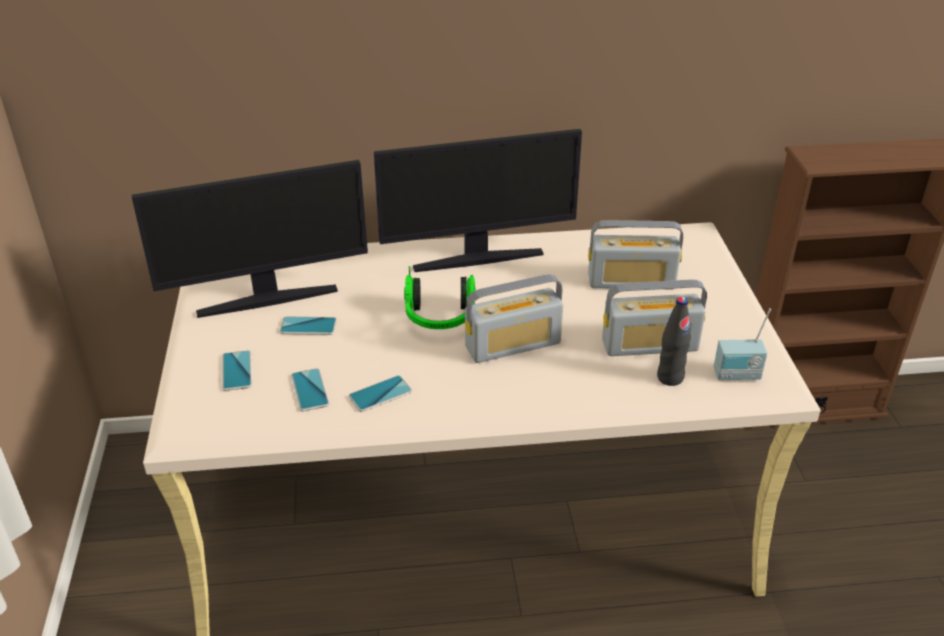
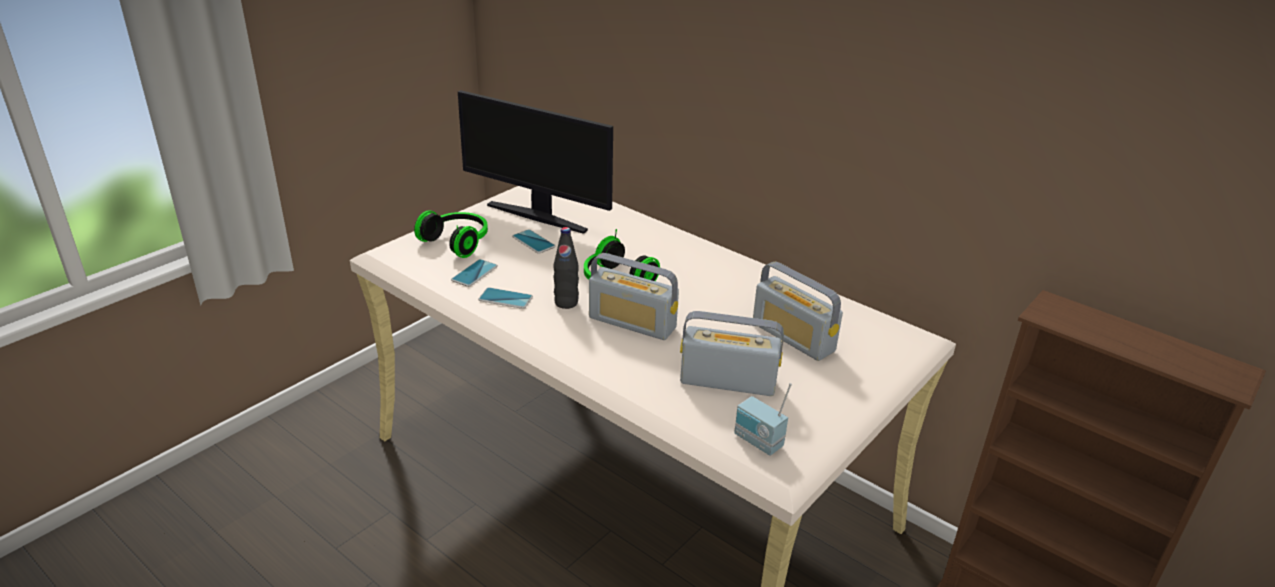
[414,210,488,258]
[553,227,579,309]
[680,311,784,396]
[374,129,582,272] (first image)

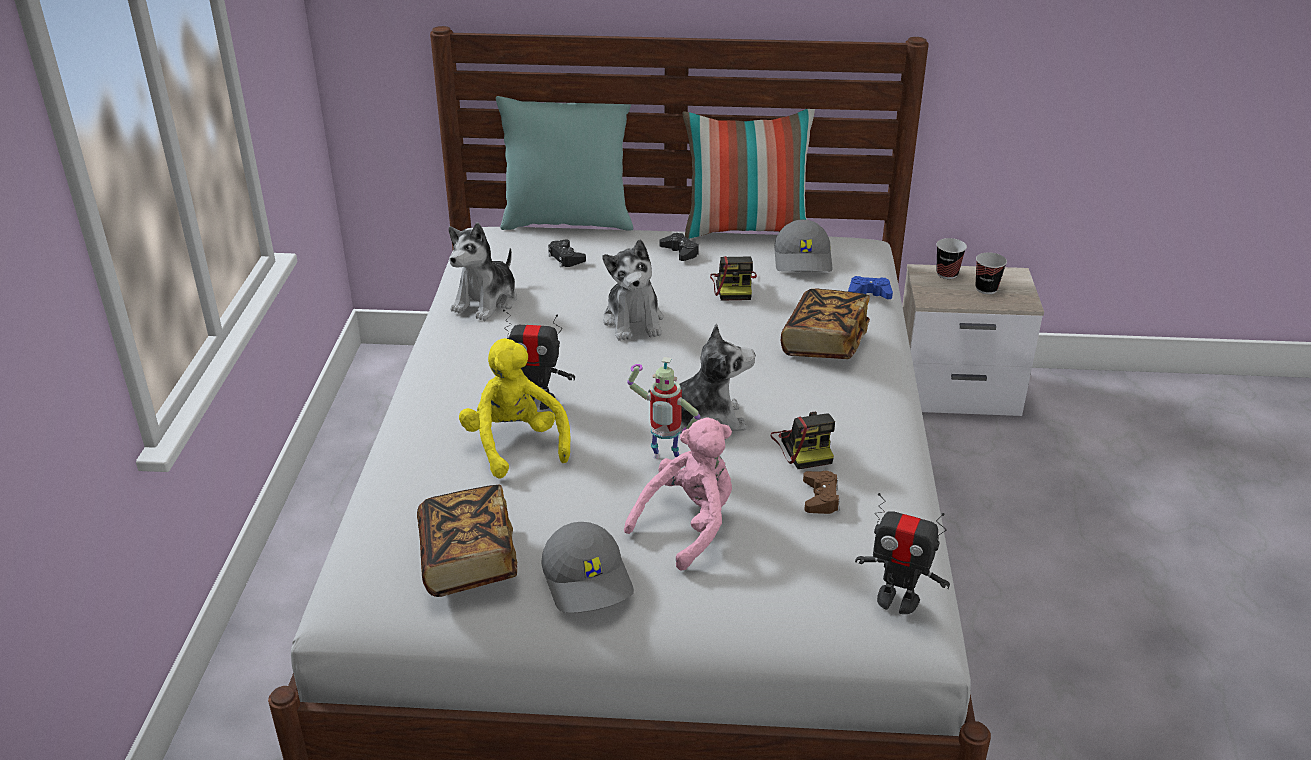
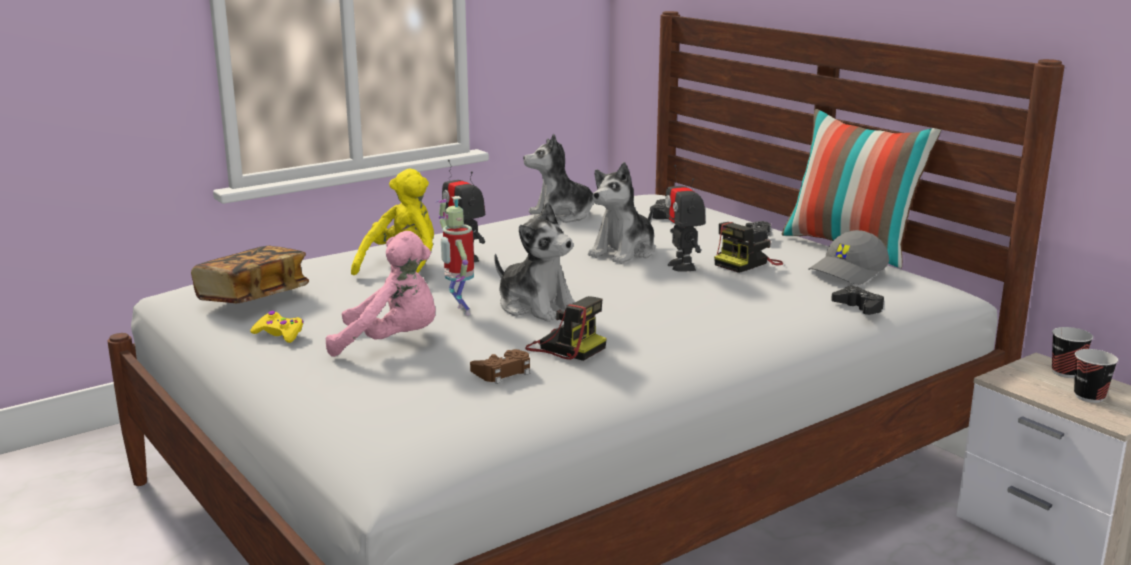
[250,311,303,343]
[525,296,607,361]
[665,165,705,272]
[831,286,884,315]
[496,96,633,231] (first image)
[781,289,870,359] (first image)

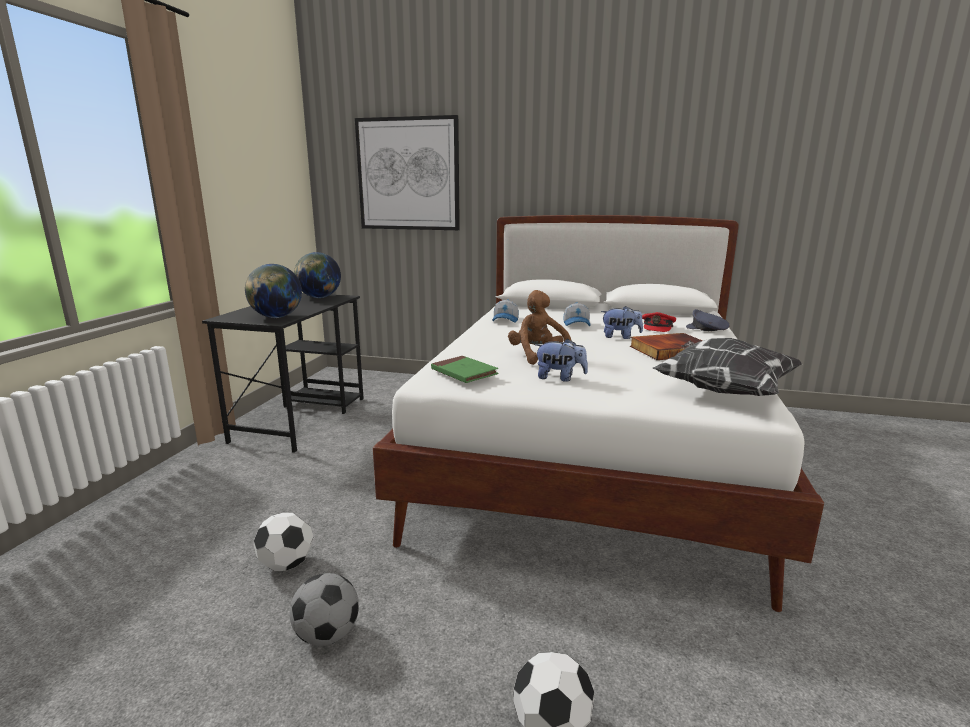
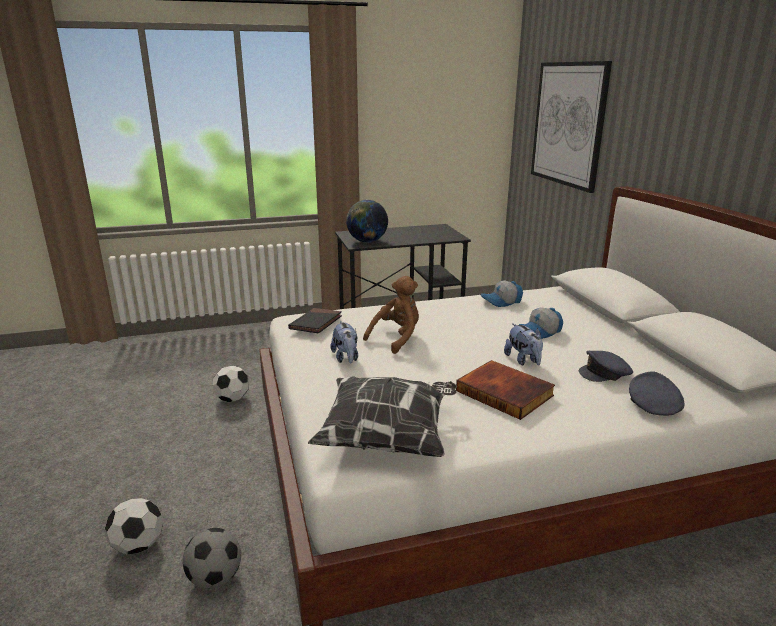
[183,528,241,589]
[288,308,342,334]
[579,351,633,382]
[294,252,341,298] (first image)

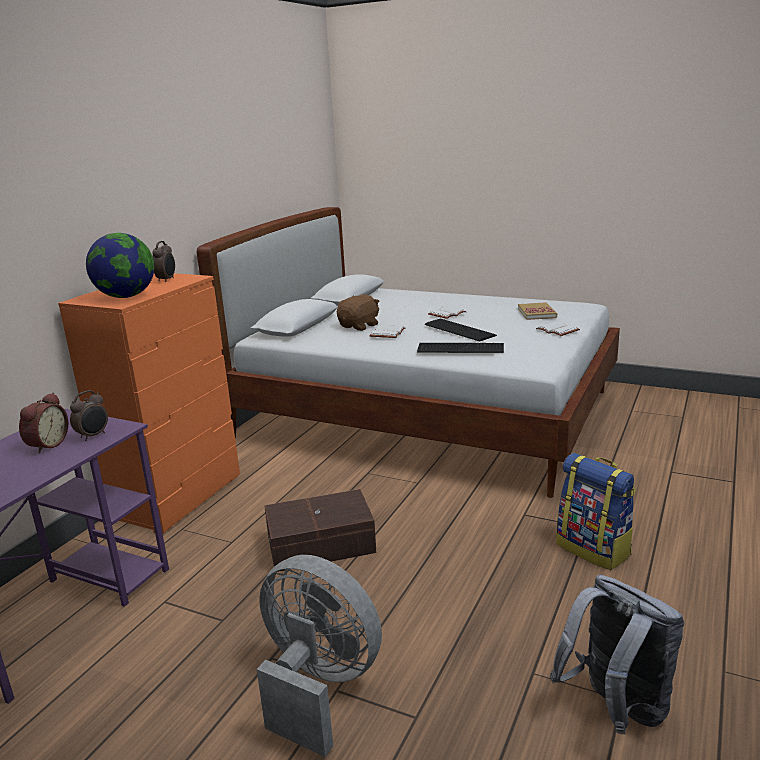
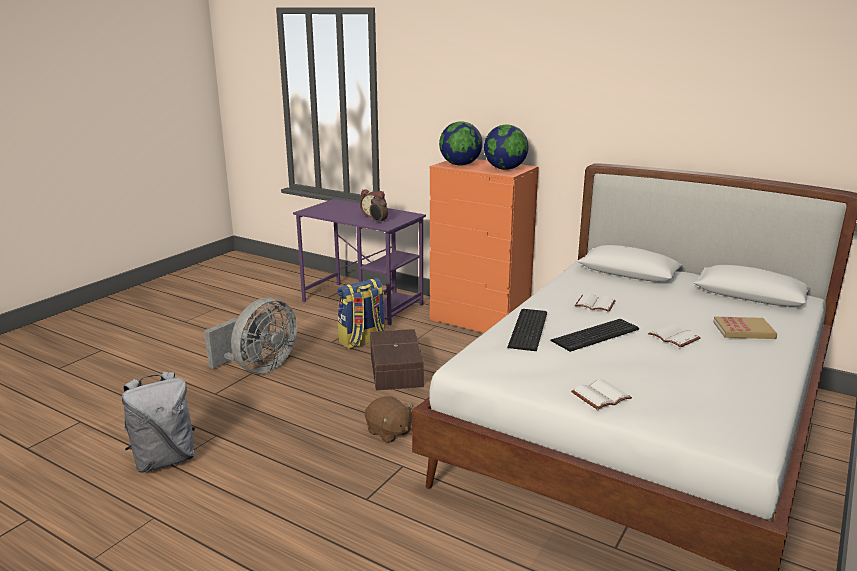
[337,278,385,349]
[365,396,413,443]
[484,125,529,170]
[713,316,777,339]

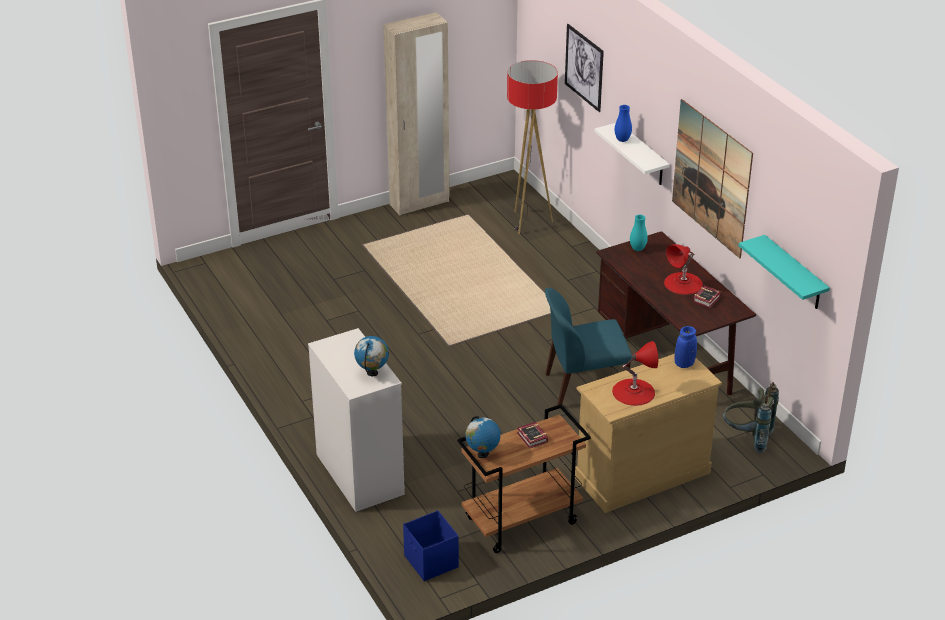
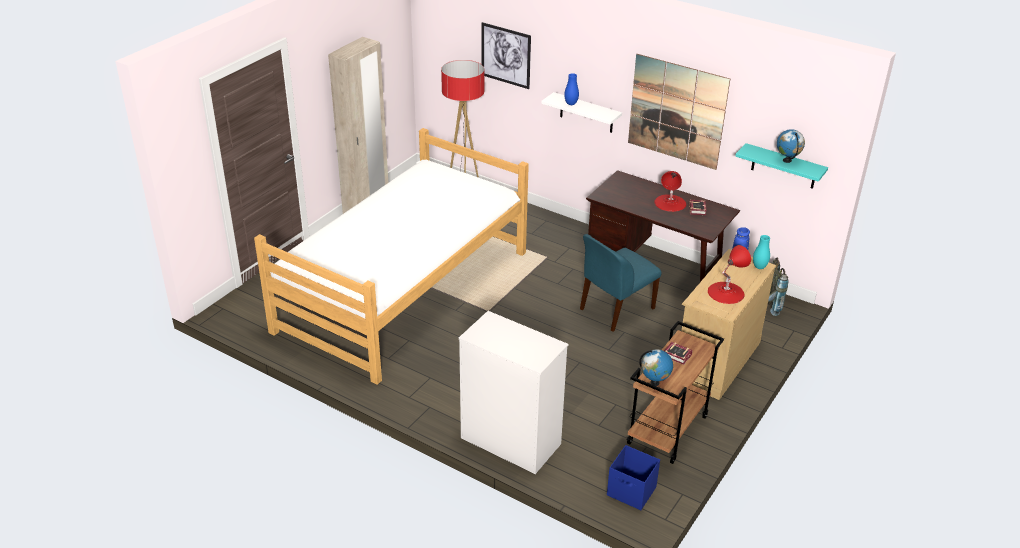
[254,128,529,385]
[753,235,770,269]
[777,129,805,163]

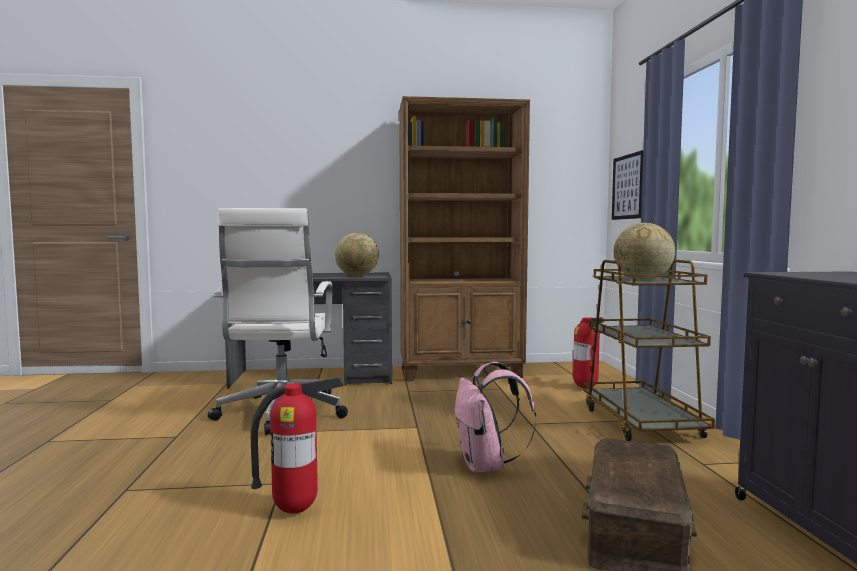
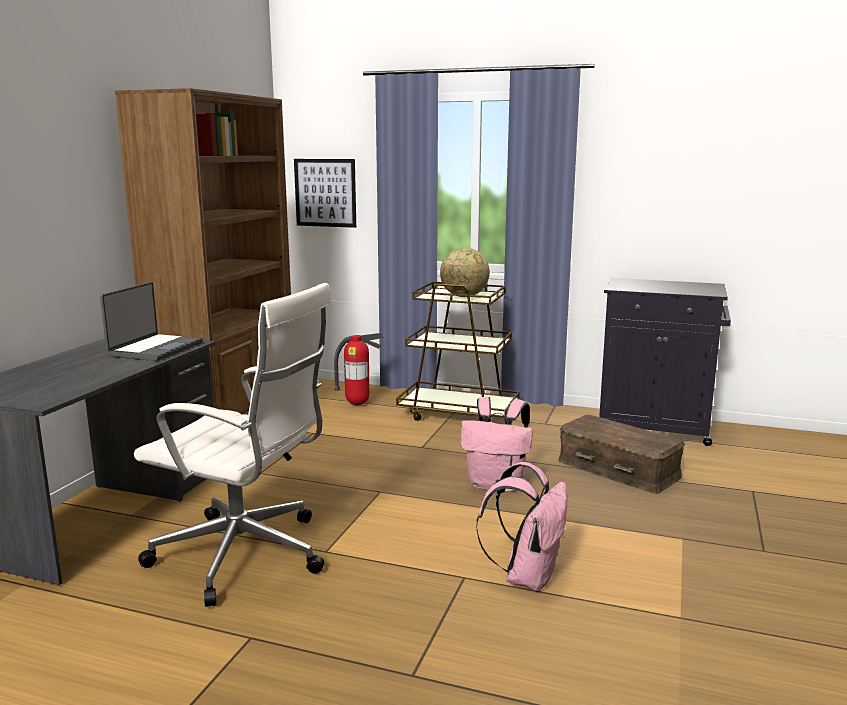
[100,282,203,361]
[476,462,567,591]

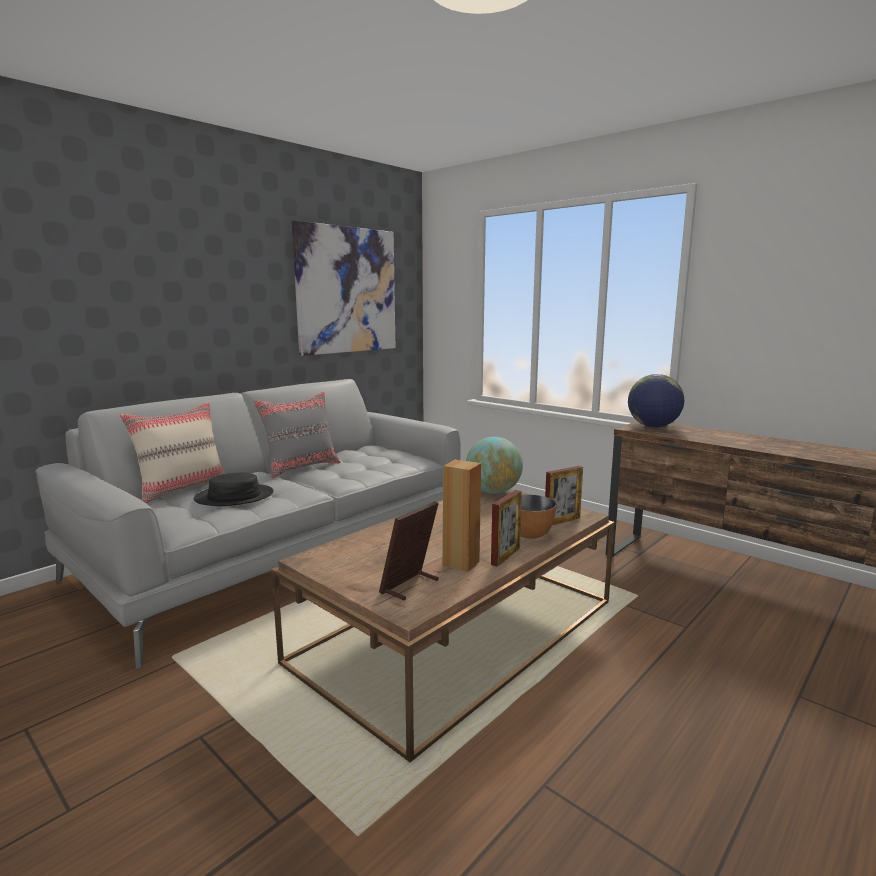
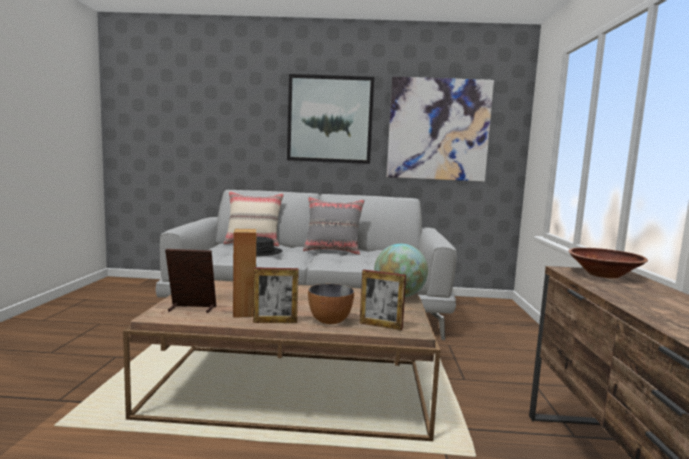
[287,74,374,164]
[568,248,648,278]

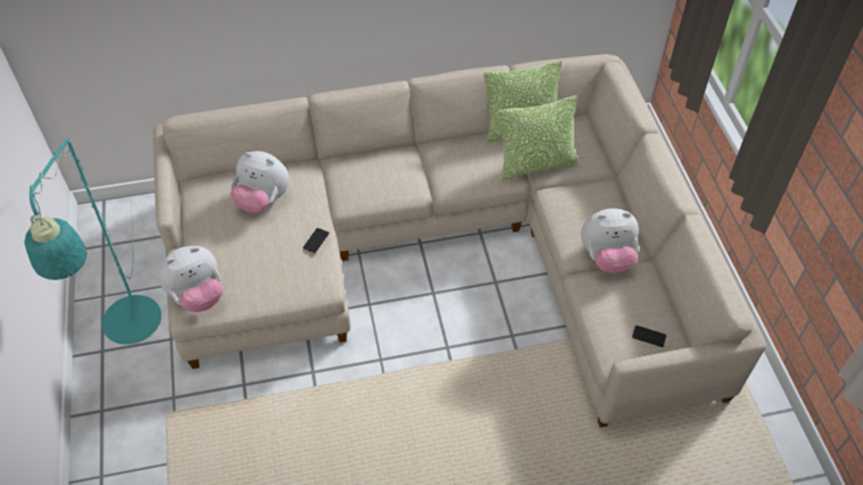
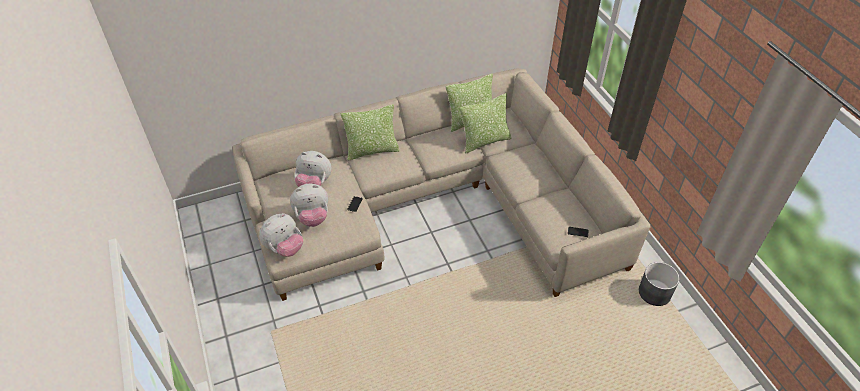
[290,184,328,227]
[341,104,400,161]
[639,262,680,306]
[24,138,161,344] (first image)

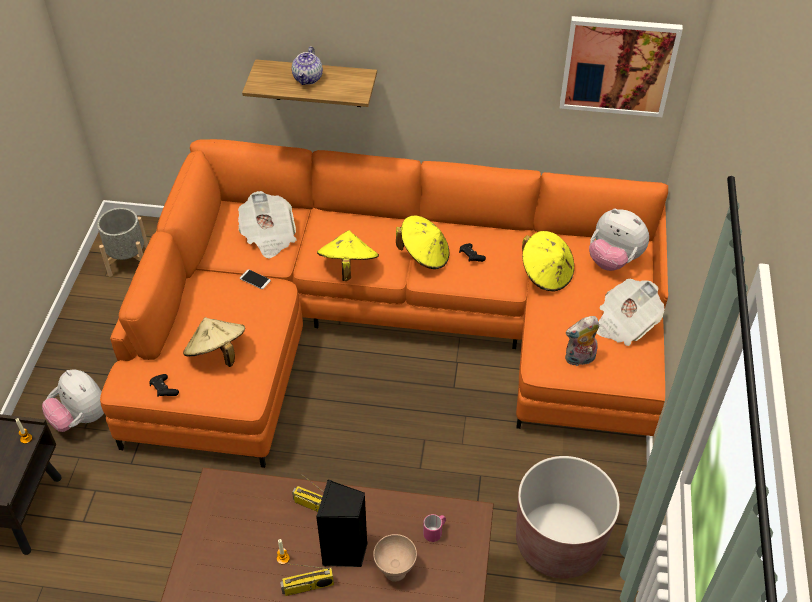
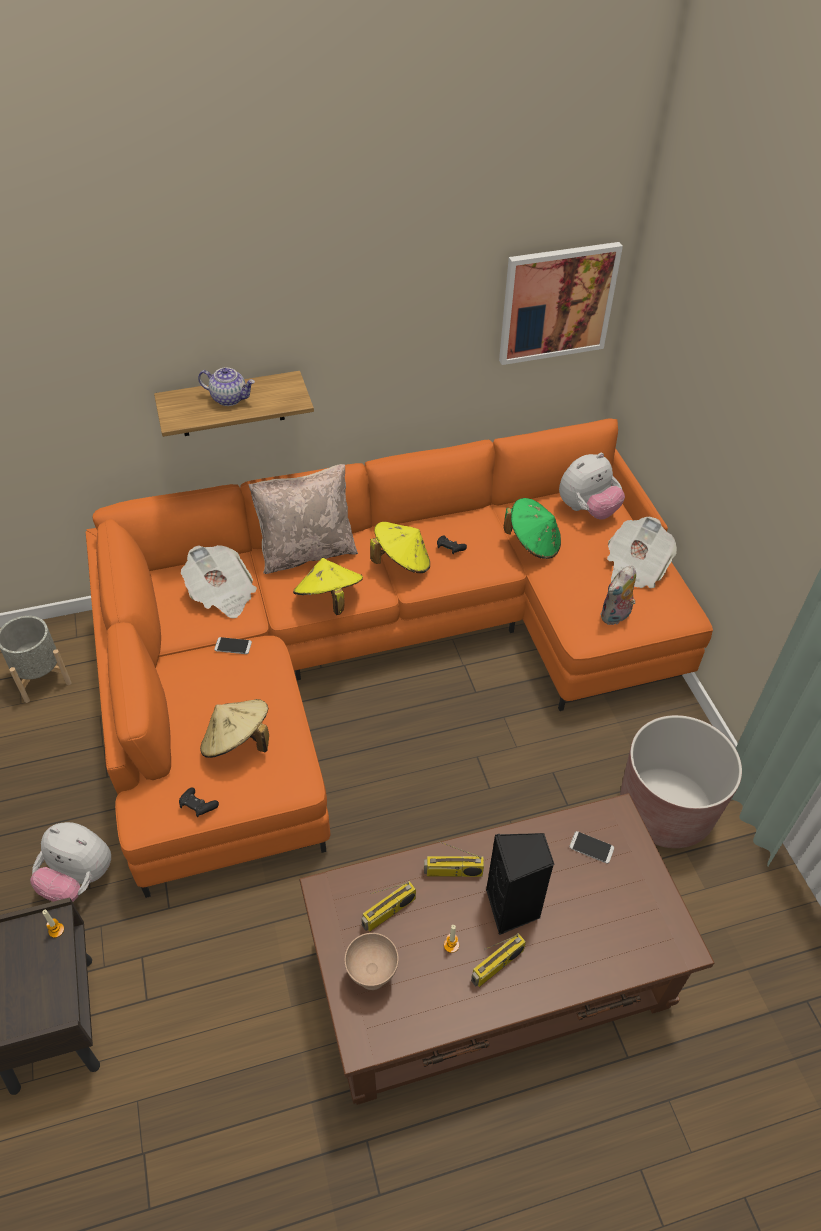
[198,367,255,406]
[248,464,358,574]
[345,933,399,990]
[361,881,416,932]
[503,498,561,559]
[559,453,625,520]
[569,831,614,864]

